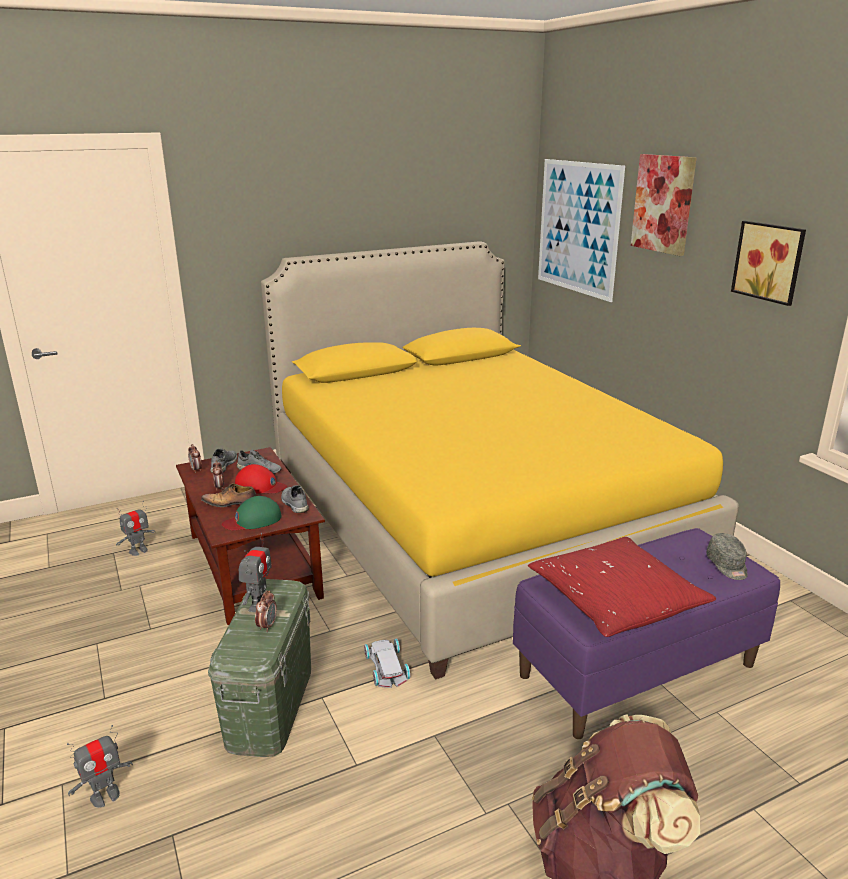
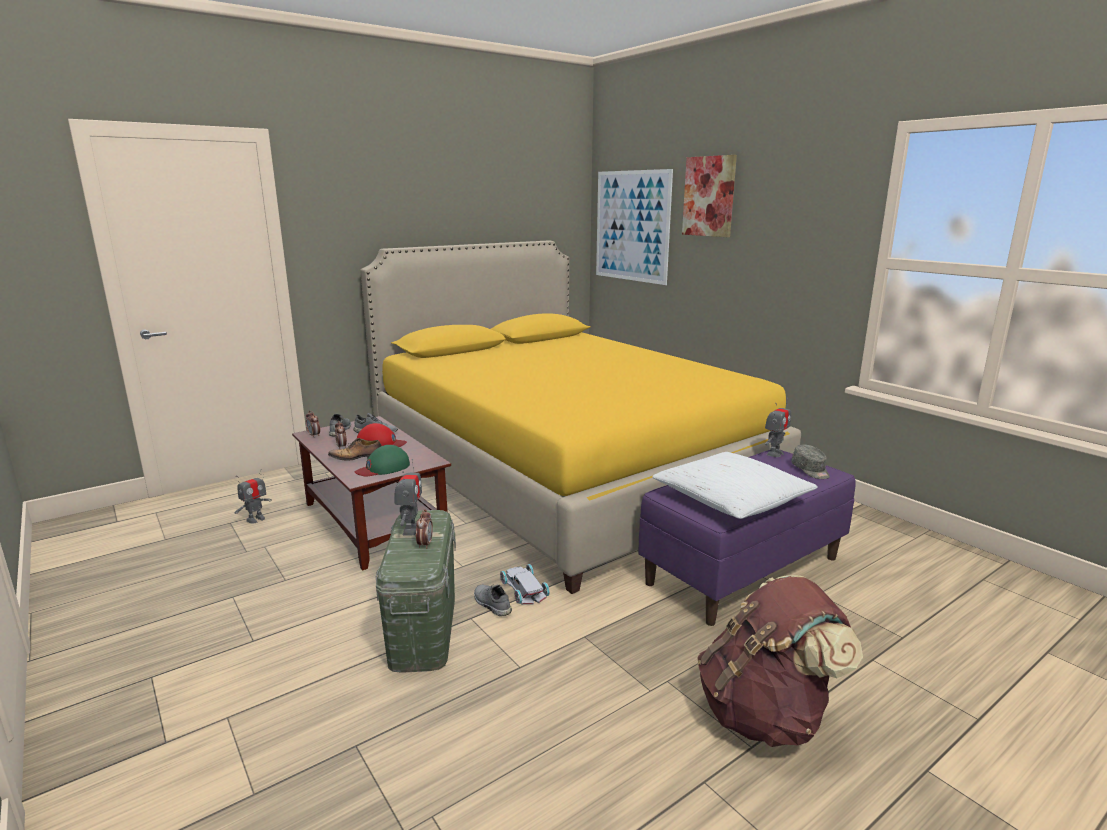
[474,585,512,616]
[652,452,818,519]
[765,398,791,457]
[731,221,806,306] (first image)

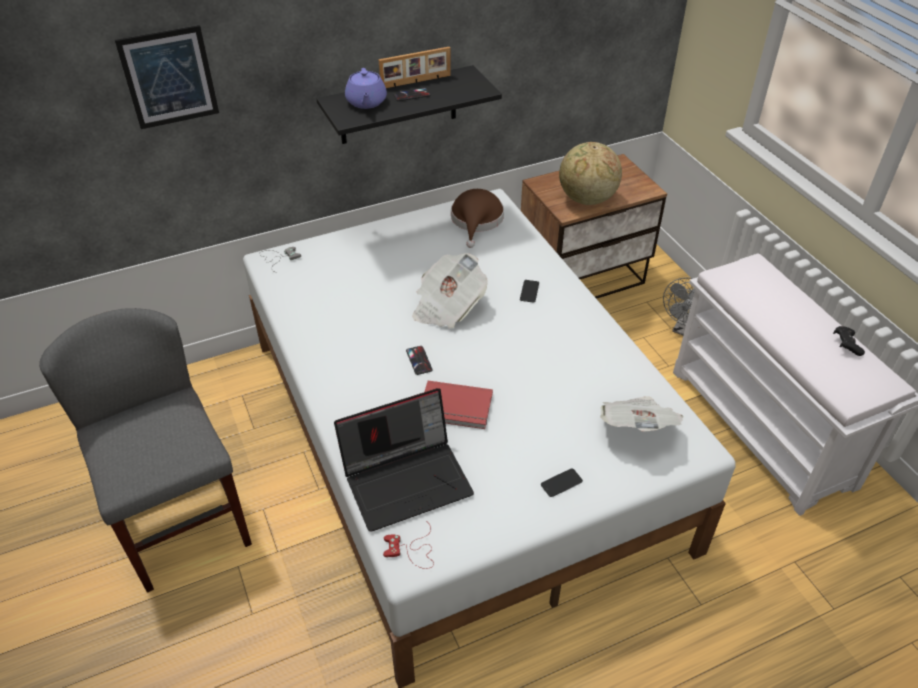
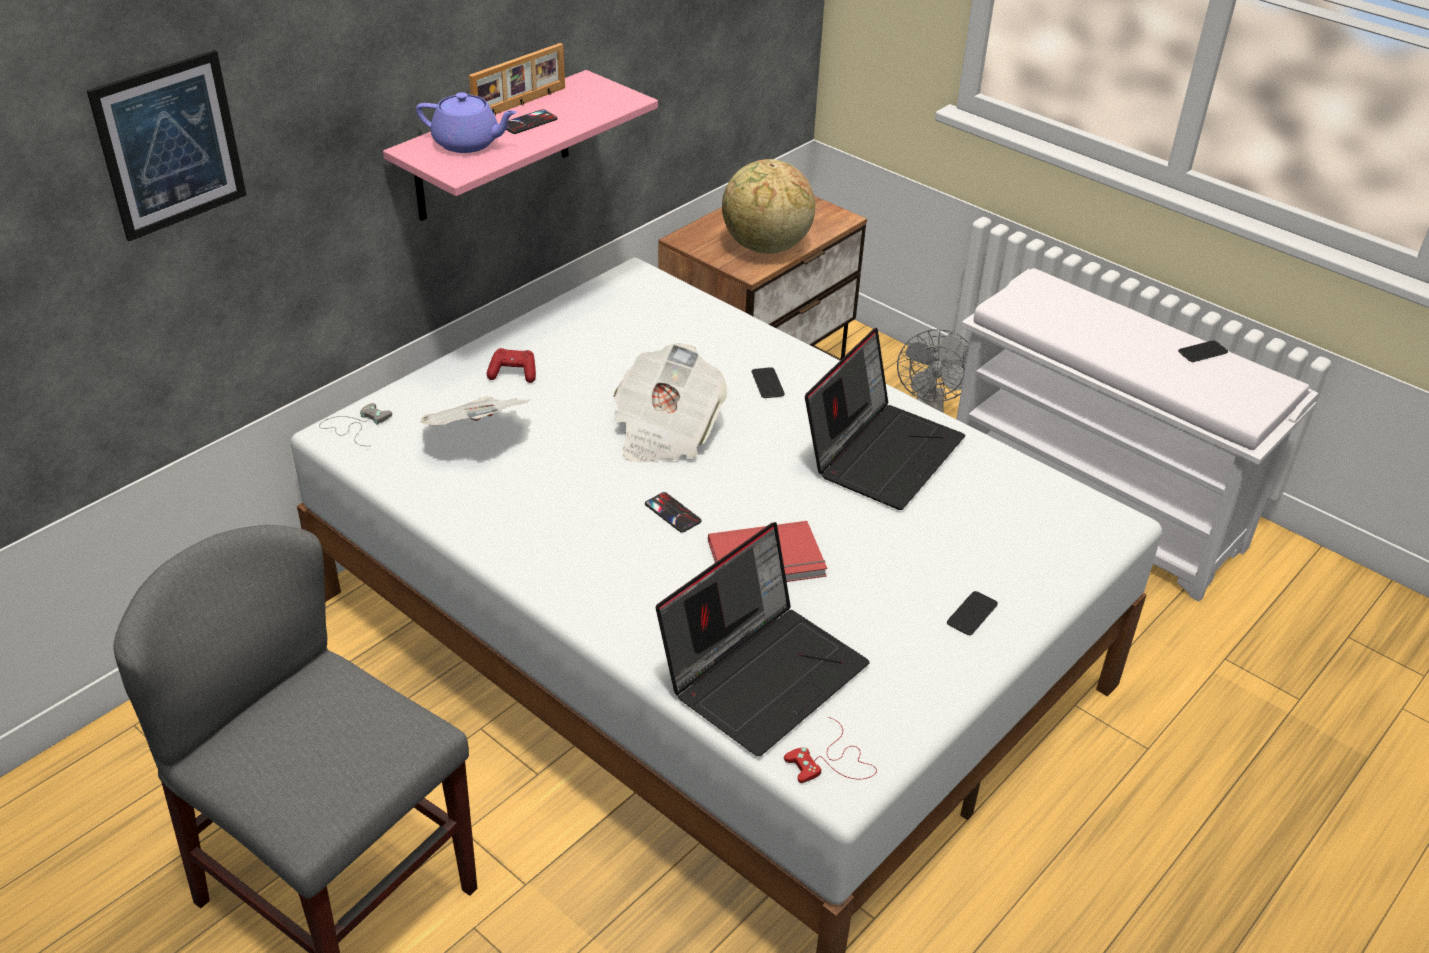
[383,70,658,221]
[416,92,517,153]
[420,396,529,425]
[487,348,536,383]
[805,328,966,510]
[1178,340,1228,362]
[451,189,504,248] (first image)

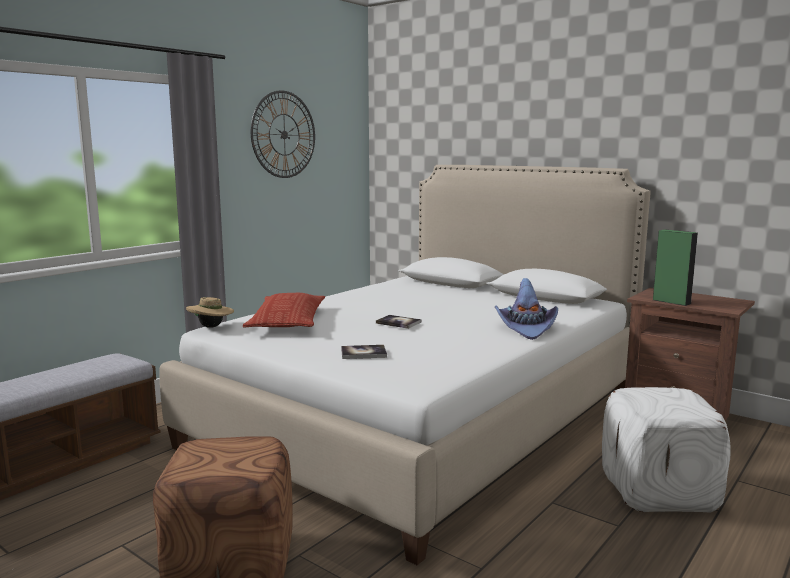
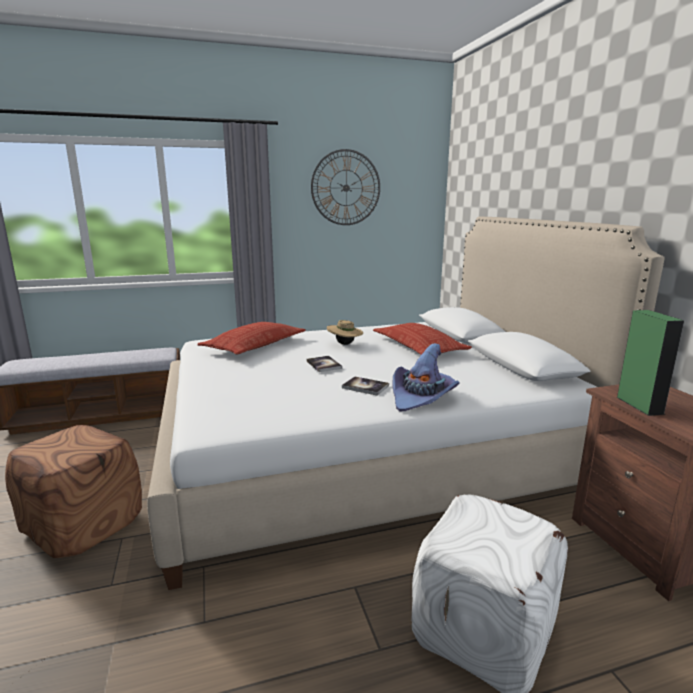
[327,320,363,345]
[342,376,389,396]
[373,323,472,355]

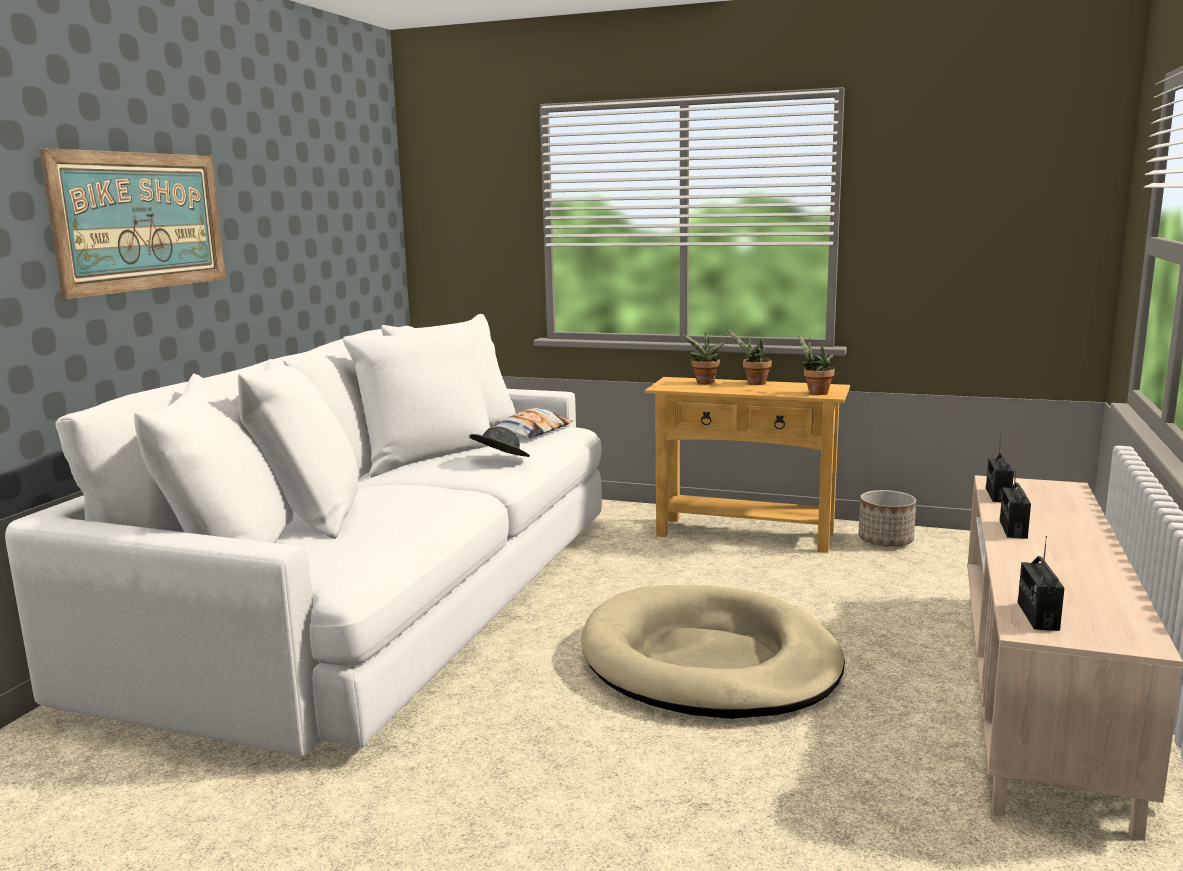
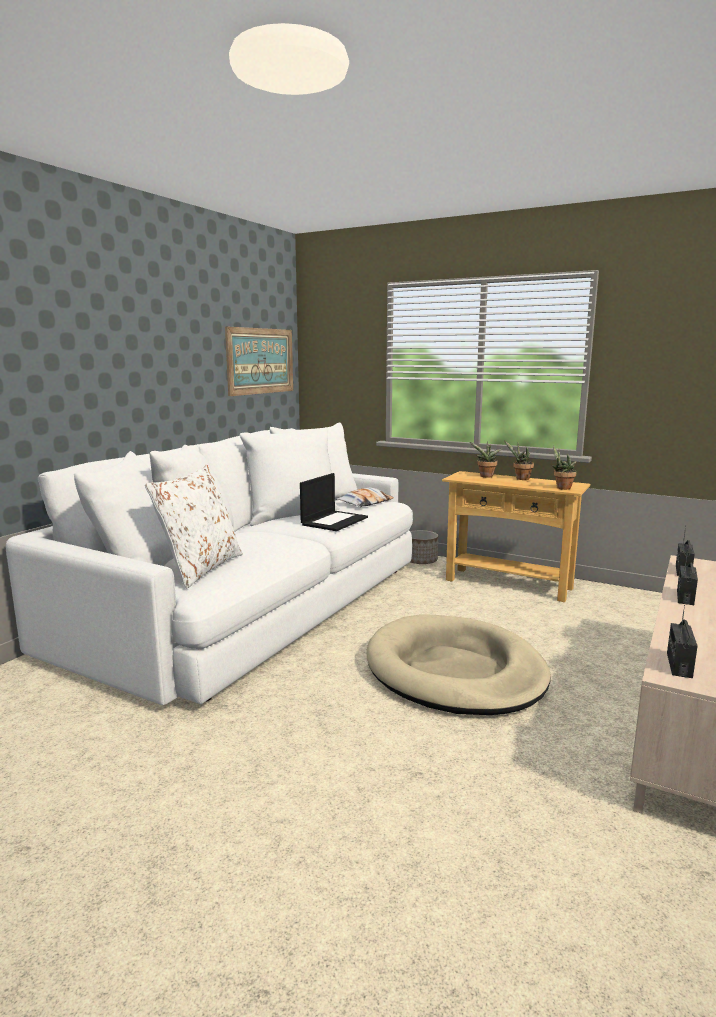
[145,464,242,589]
[225,327,293,396]
[300,473,368,531]
[410,530,438,564]

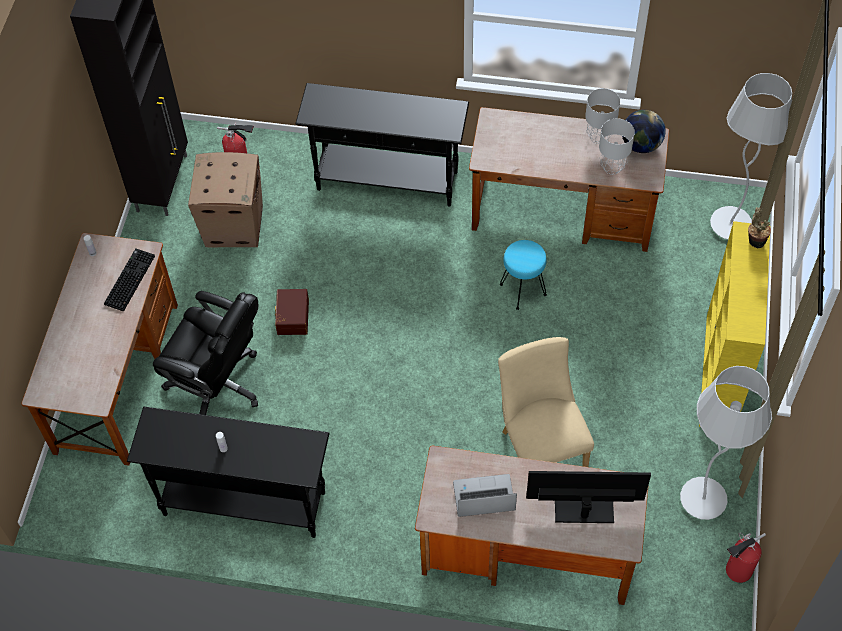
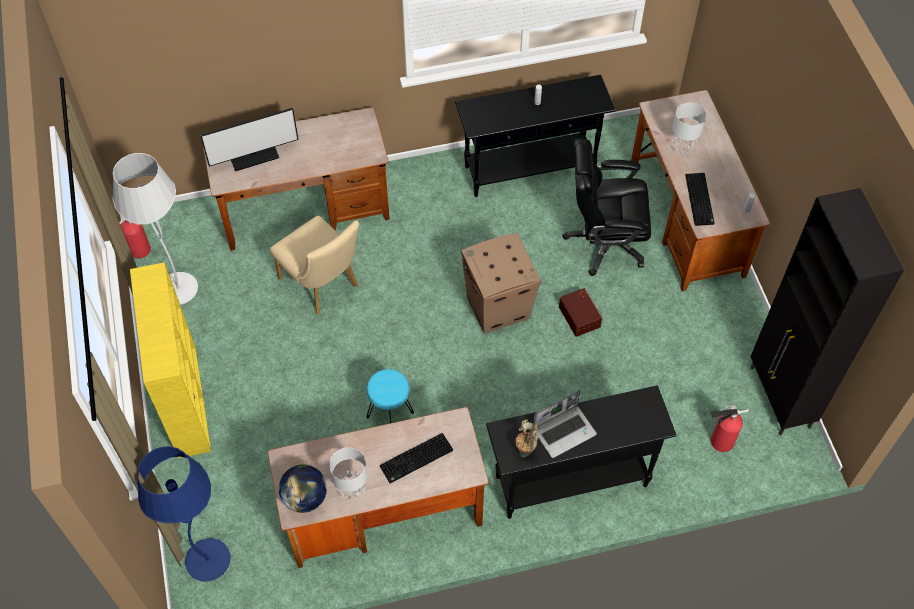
[137,446,230,582]
[380,433,453,483]
[461,233,541,334]
[515,420,538,457]
[534,390,597,458]
[672,102,706,154]

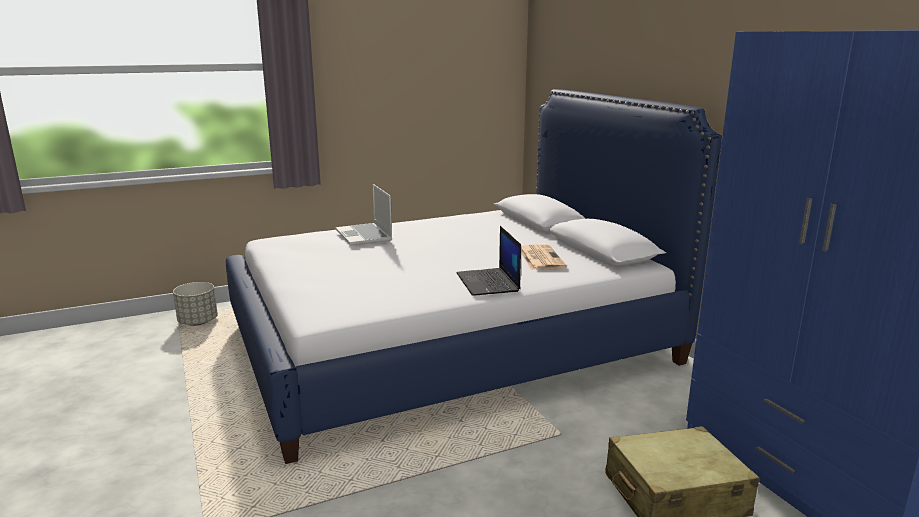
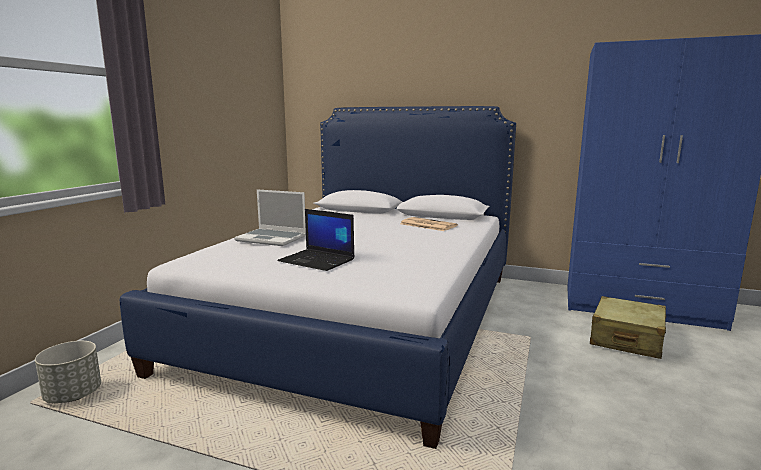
[278,209,354,271]

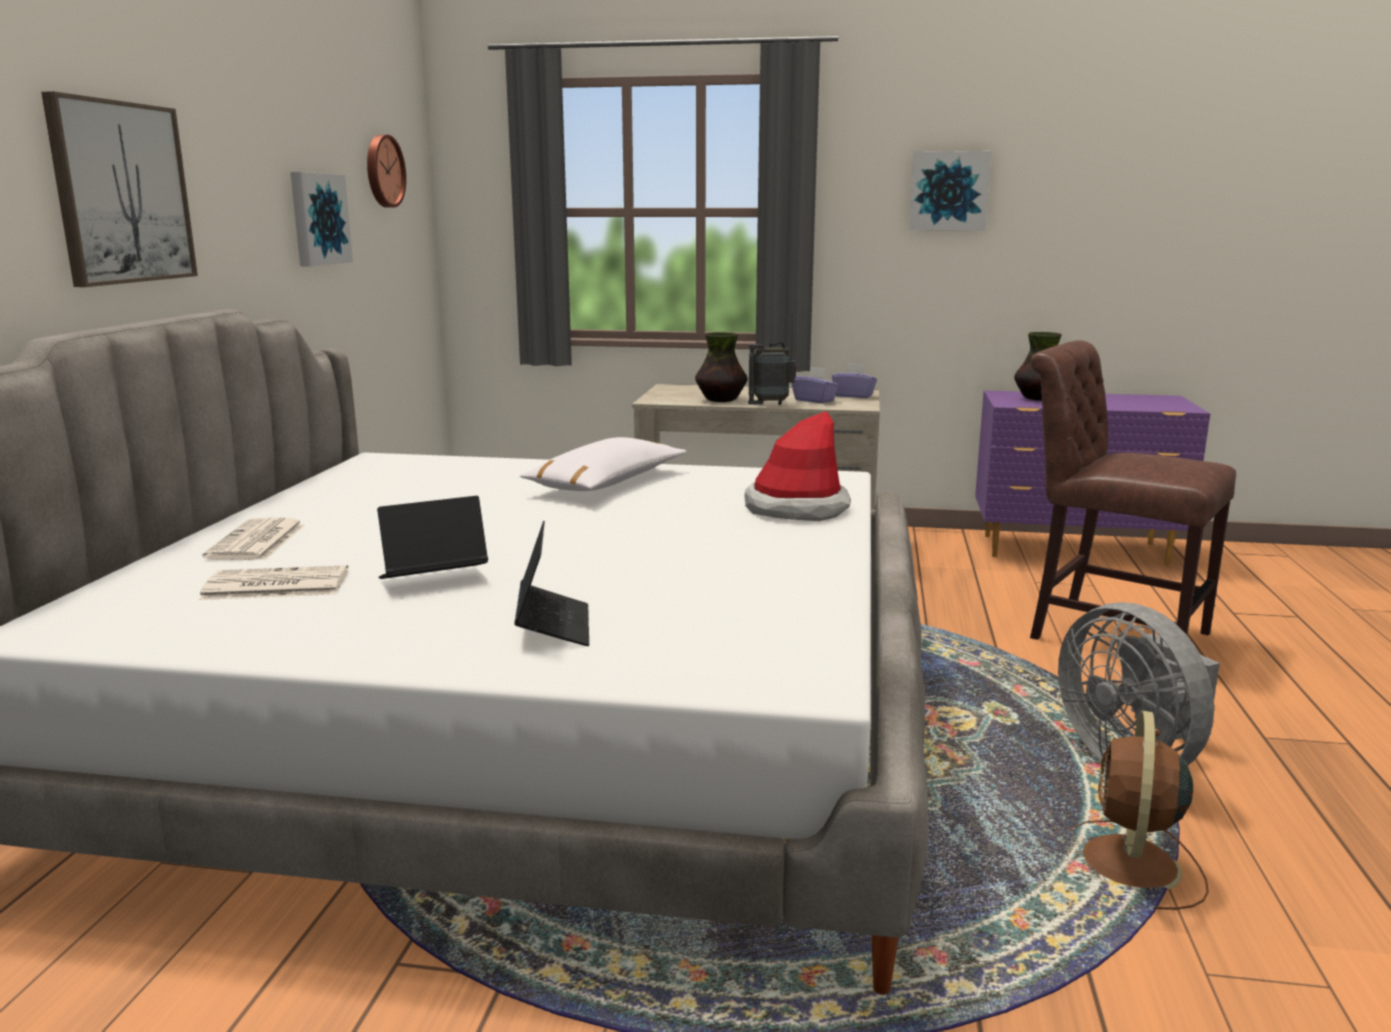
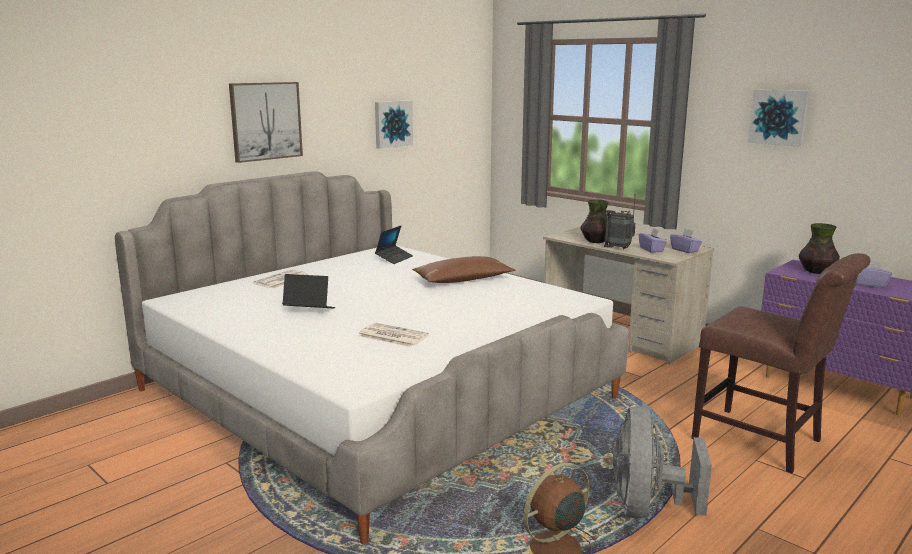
[358,323,429,347]
[375,226,413,264]
[412,256,515,283]
[692,253,870,473]
[856,260,892,288]
[367,135,406,208] (first image)
[744,411,851,521] (first image)

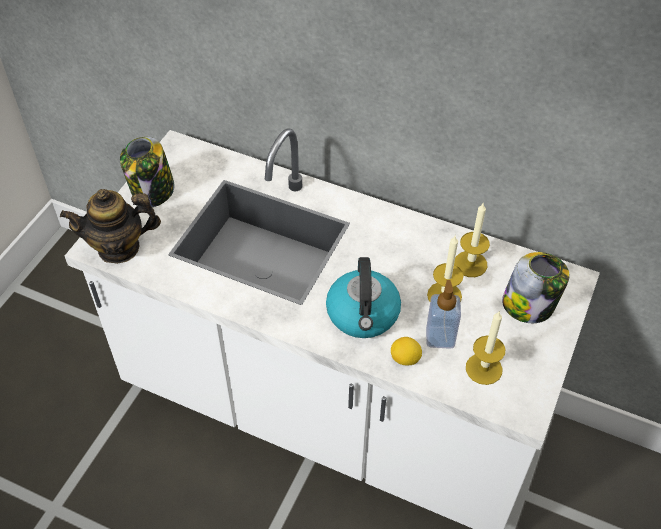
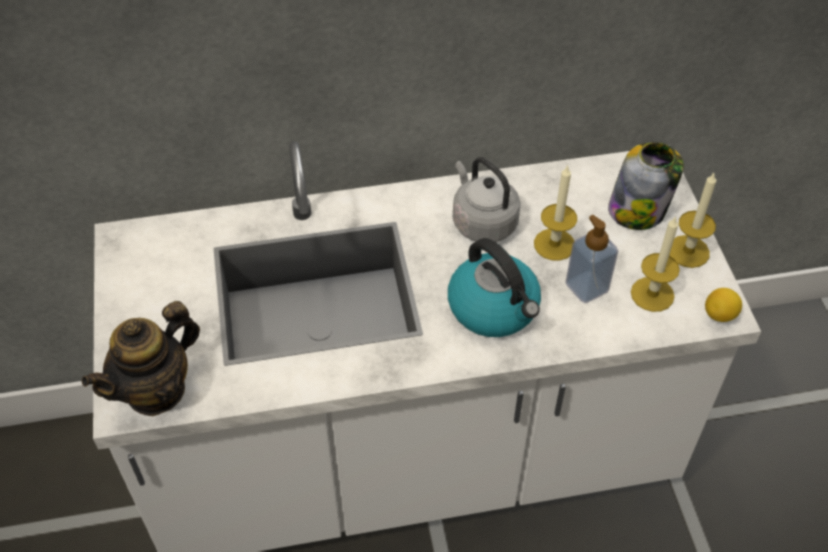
[453,157,520,242]
[669,173,716,268]
[705,288,742,322]
[120,137,175,207] (first image)

